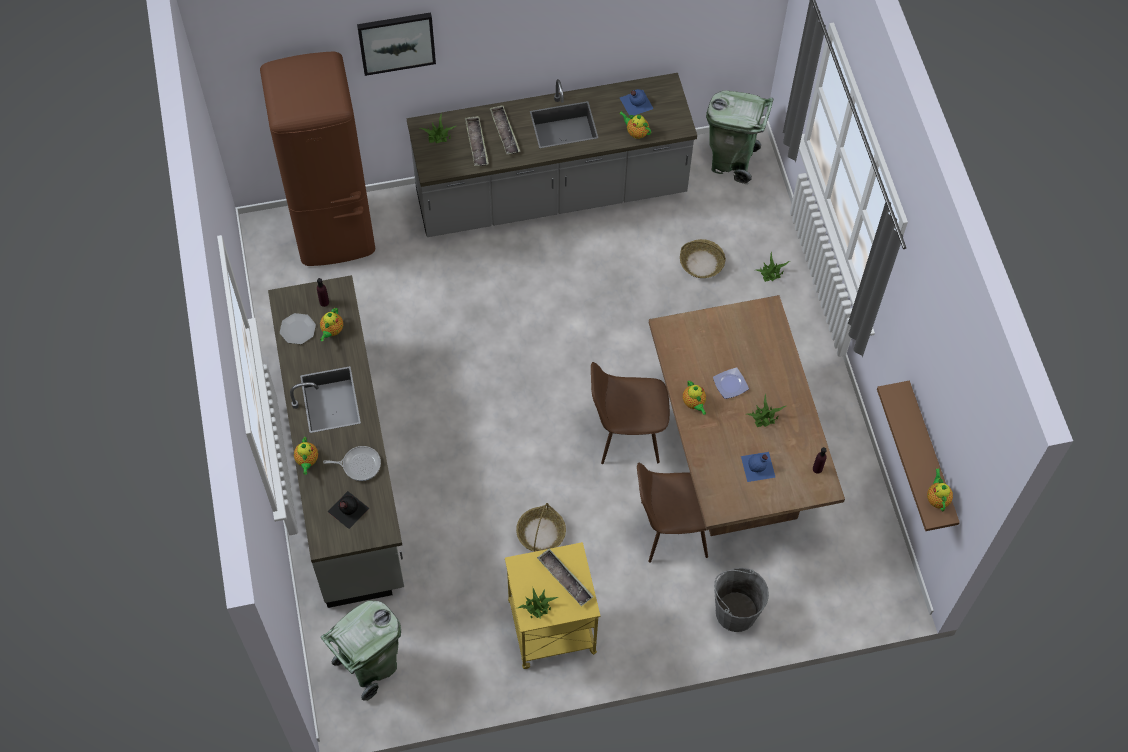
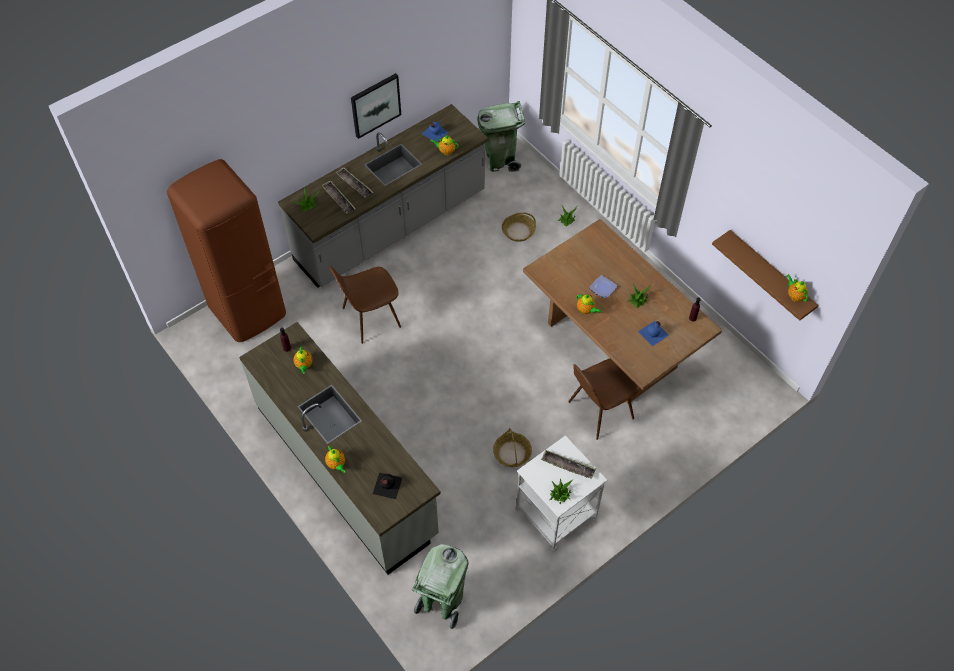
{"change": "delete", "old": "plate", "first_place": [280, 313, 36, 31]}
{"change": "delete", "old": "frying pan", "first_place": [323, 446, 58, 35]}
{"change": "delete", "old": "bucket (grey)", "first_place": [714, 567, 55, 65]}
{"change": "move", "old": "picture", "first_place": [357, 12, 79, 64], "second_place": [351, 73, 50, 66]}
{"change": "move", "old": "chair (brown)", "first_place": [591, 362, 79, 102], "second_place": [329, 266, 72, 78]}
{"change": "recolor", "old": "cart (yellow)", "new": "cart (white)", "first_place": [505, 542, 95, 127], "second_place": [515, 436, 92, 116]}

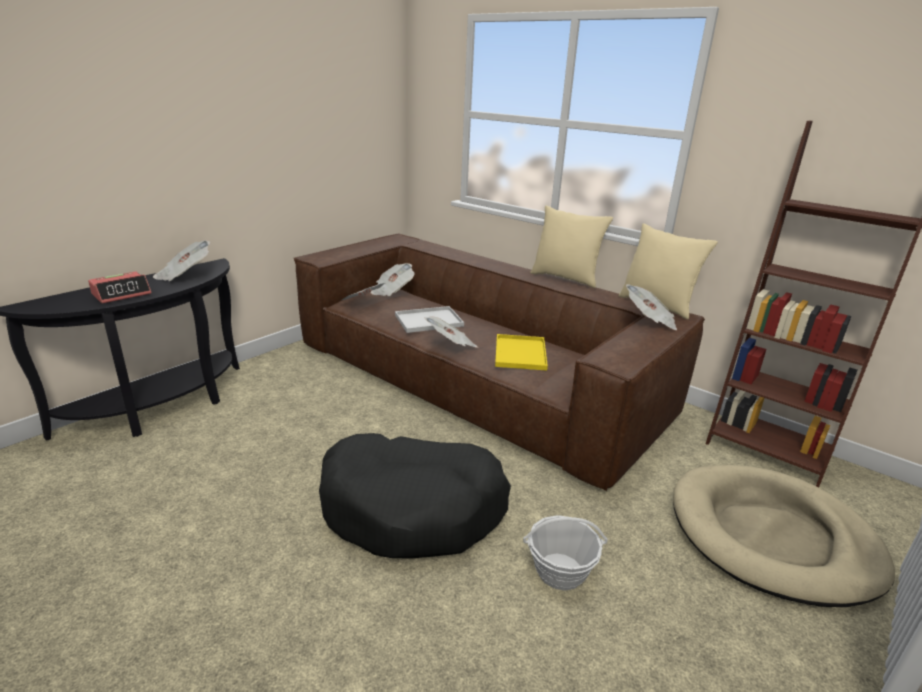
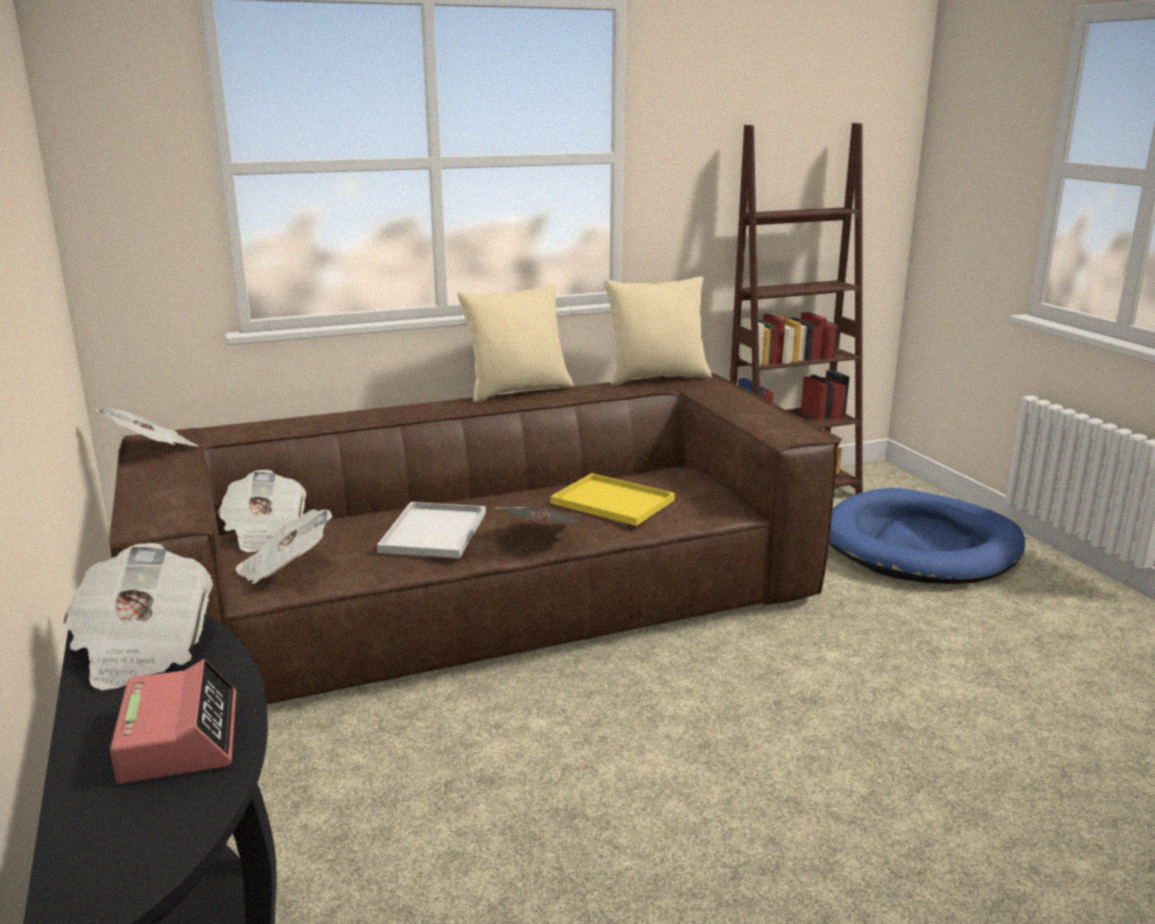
{"change": "delete", "old": "dog bed (black)", "first_place": [319, 433, 192, 126]}
{"change": "delete", "old": "basket", "first_place": [523, 515, 85, 76]}
{"change": "move", "old": "newspaper", "first_place": [626, 284, 51, 46], "second_place": [94, 409, 105, 37]}
{"change": "recolor", "old": "dog bed (beige)", "new": "dog bed (blue)", "first_place": [673, 465, 222, 142], "second_place": [829, 488, 196, 96]}

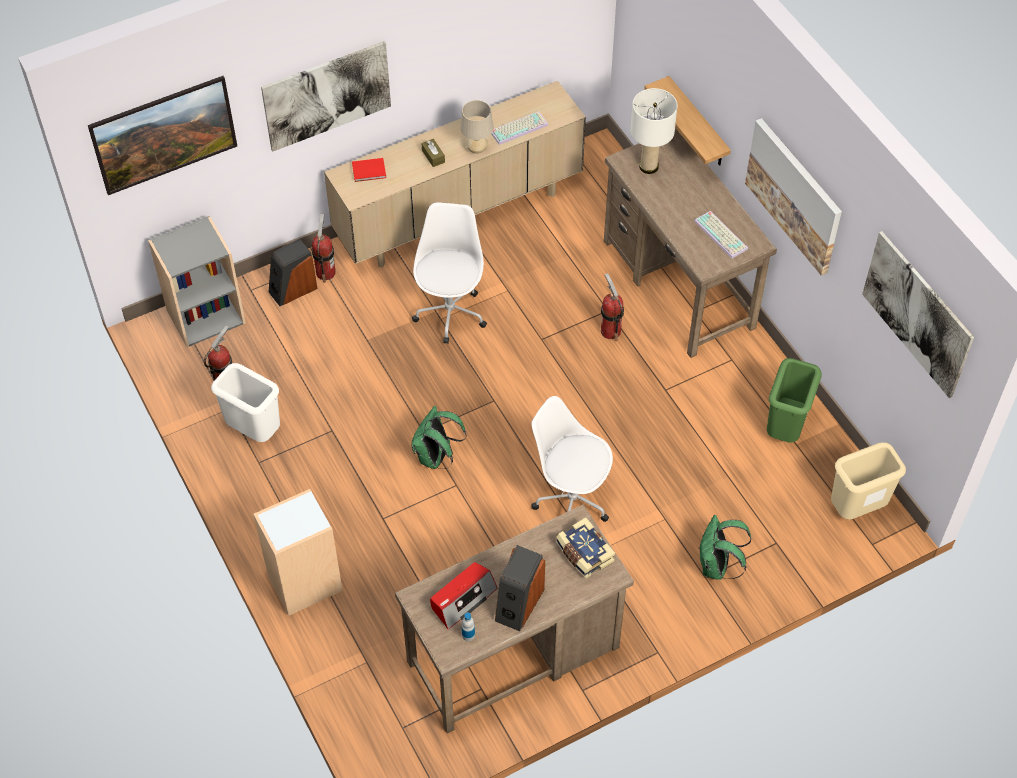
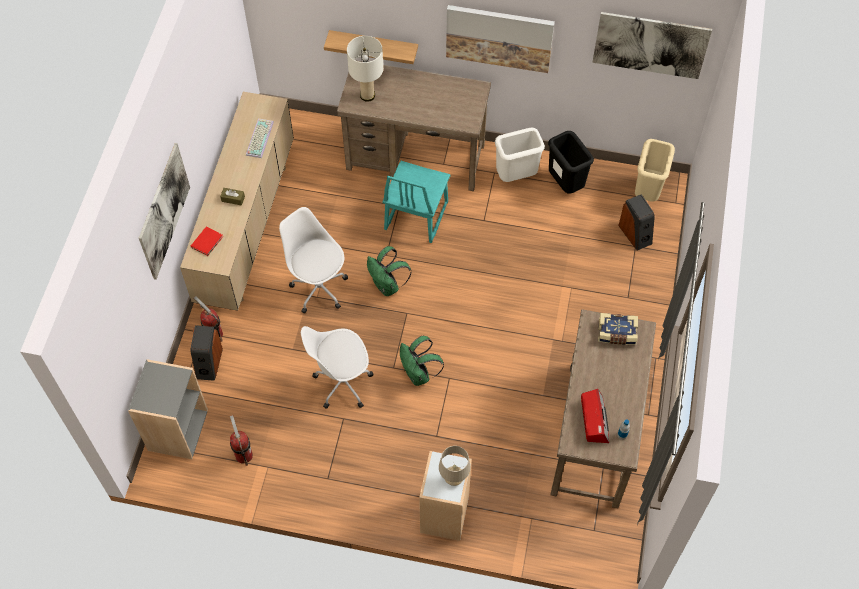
{"change": "delete", "old": "picture", "first_place": [88, 76, 149, 119]}
{"change": "delete", "old": "keyboard", "first_place": [694, 211, 54, 47]}
{"change": "move", "old": "trash can (white)", "first_place": [211, 363, 69, 79], "second_place": [495, 128, 50, 54]}
{"change": "move", "old": "table lamp (beige)", "first_place": [460, 100, 34, 54], "second_place": [439, 446, 31, 40]}
{"change": "move", "old": "speaker", "first_place": [495, 545, 50, 86], "second_place": [618, 194, 37, 57]}
{"change": "move", "old": "office chair (white)", "first_place": [531, 396, 82, 126], "second_place": [301, 326, 73, 83]}
{"change": "move", "old": "backpack (green)", "first_place": [699, 515, 53, 65], "second_place": [367, 246, 45, 50]}
{"change": "replace", "old": "fire extinguisher", "new": "chair (turquoise)", "first_place": [601, 273, 23, 68], "second_place": [382, 161, 68, 82]}
{"change": "recolor", "old": "trash can (green)", "new": "trash can (black)", "first_place": [767, 358, 55, 85], "second_place": [548, 131, 46, 63]}

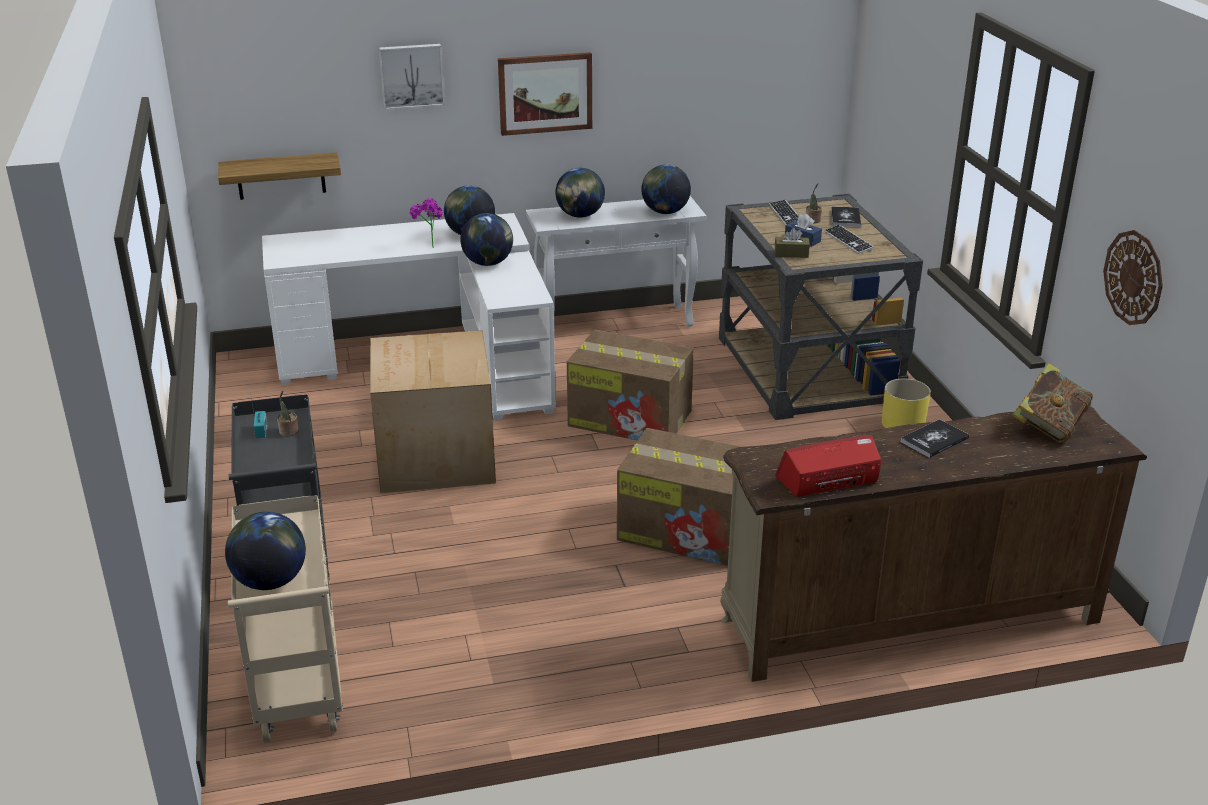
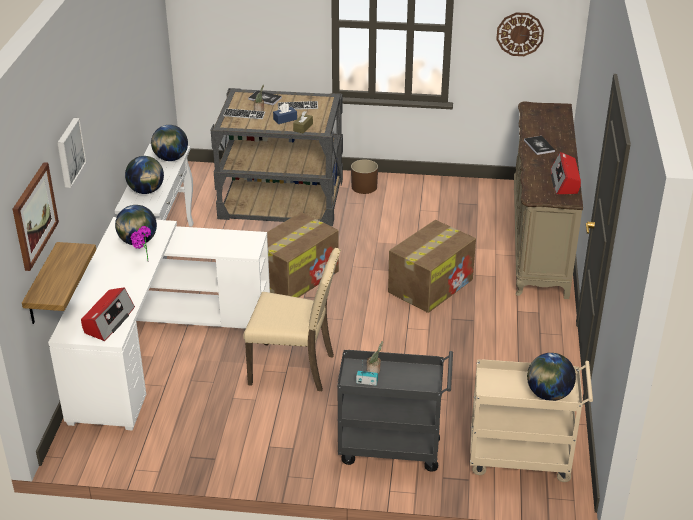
{"change": "delete", "old": "globe", "first_place": [460, 213, 53, 53]}
{"change": "delete", "old": "book", "first_place": [1012, 363, 81, 80]}
{"change": "insert", "new": "radio", "second_place": [81, 288, 54, 53]}
{"change": "move", "old": "picture", "first_place": [498, 52, 94, 84], "second_place": [13, 162, 46, 109]}
{"change": "replace", "old": "cardboard box", "new": "chair (beige)", "first_place": [370, 330, 126, 163], "second_place": [243, 248, 98, 143]}
{"change": "recolor", "old": "planter (yellow)", "new": "planter (brown)", "first_place": [882, 379, 49, 49], "second_place": [351, 160, 27, 34]}

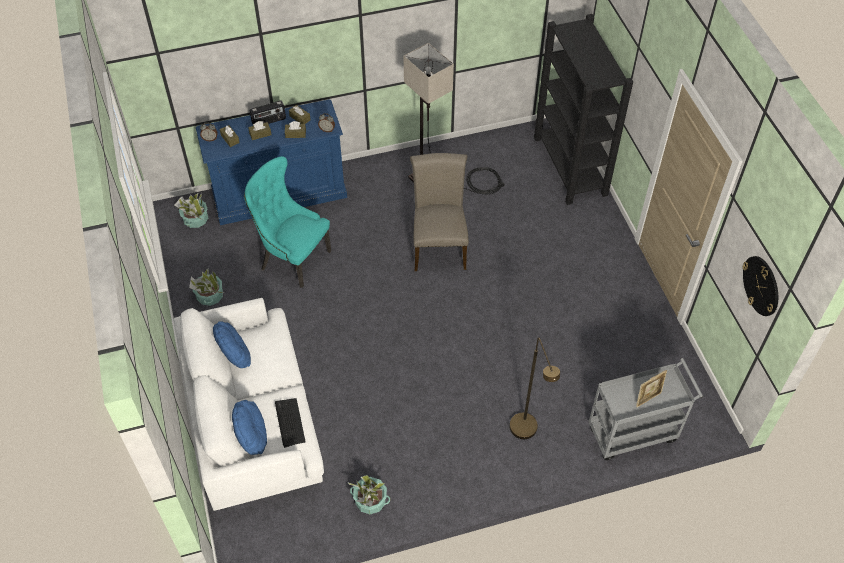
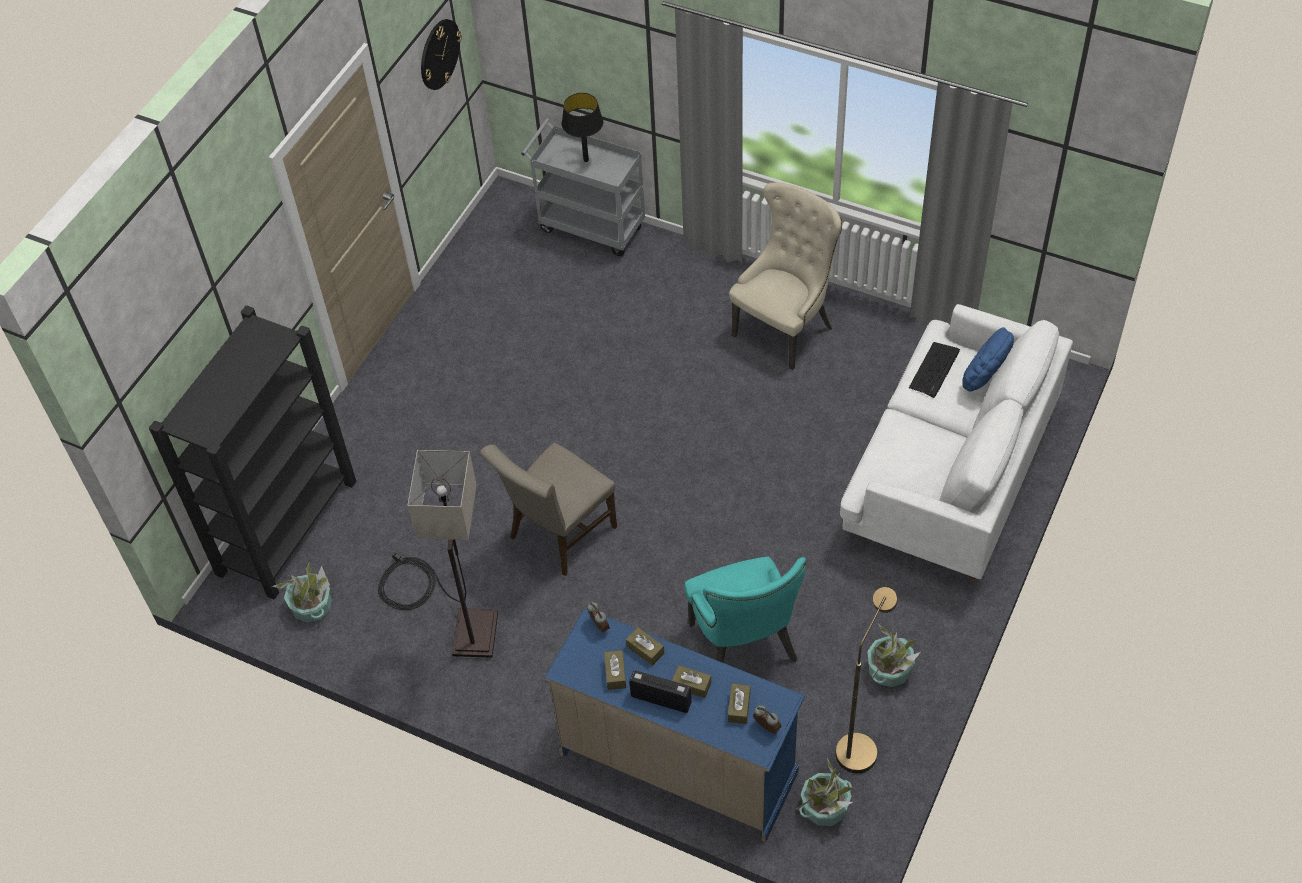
{"change": "delete", "old": "pillow (blue)", "first_place": [213, 321, 38, 47]}
{"change": "insert", "new": "chair (beige)", "second_place": [729, 183, 113, 187]}
{"change": "move", "old": "potted plant", "first_place": [347, 475, 43, 39], "second_place": [271, 562, 61, 61]}
{"change": "move", "old": "floor lamp (brown)", "first_place": [509, 337, 51, 102], "second_place": [835, 587, 62, 186]}
{"change": "replace", "old": "picture frame", "new": "table lamp (black)", "first_place": [636, 370, 31, 37], "second_place": [562, 93, 41, 69]}

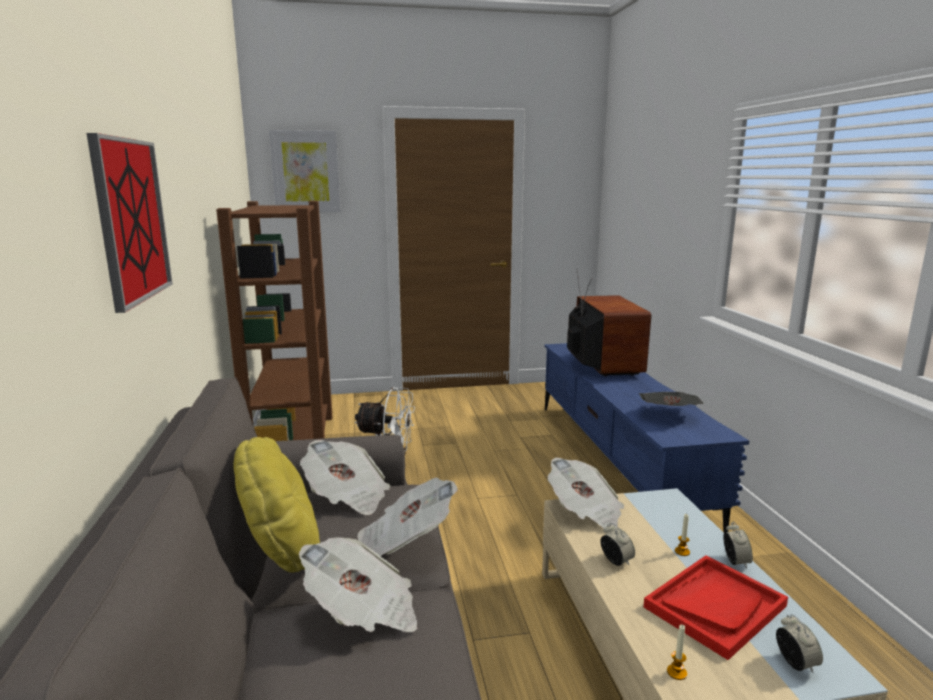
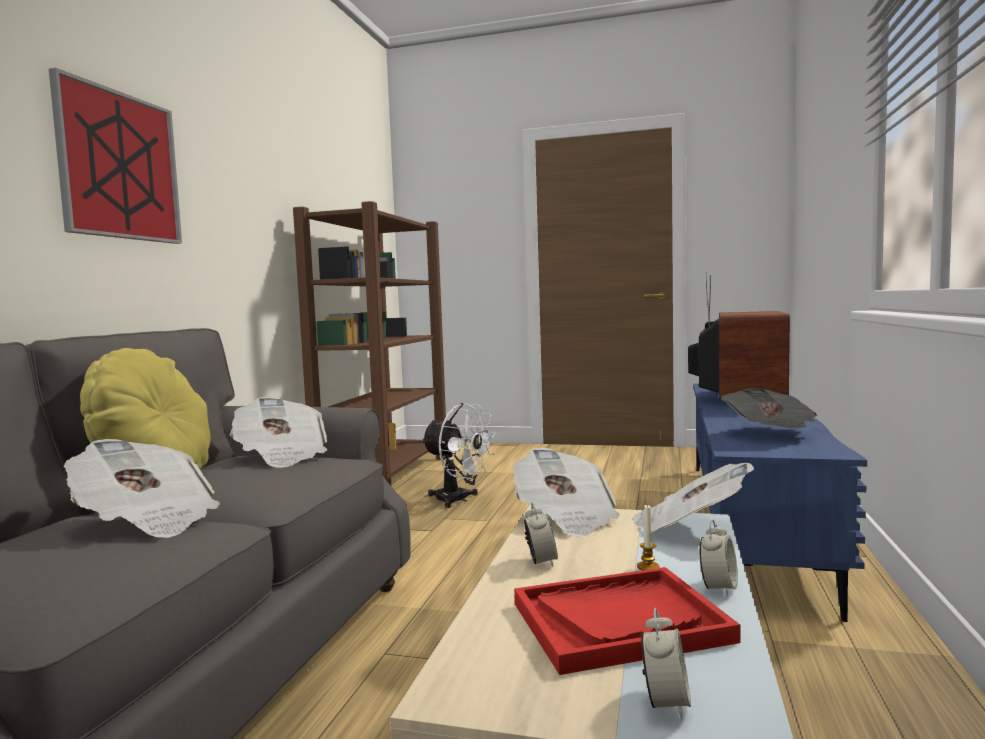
{"change": "delete", "old": "picture", "first_place": [269, 130, 72, 82]}
{"change": "delete", "old": "candle", "first_place": [667, 625, 20, 55]}
{"change": "move", "old": "newspaper", "first_place": [357, 477, 101, 79], "second_place": [632, 463, 122, 70]}

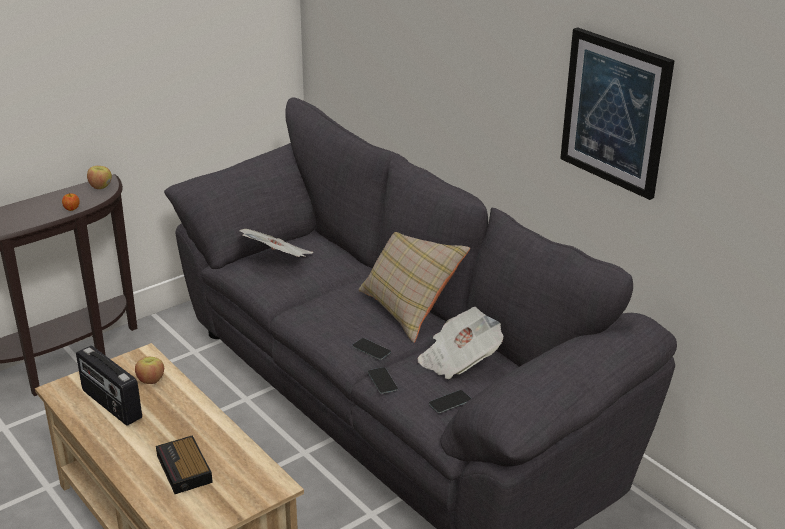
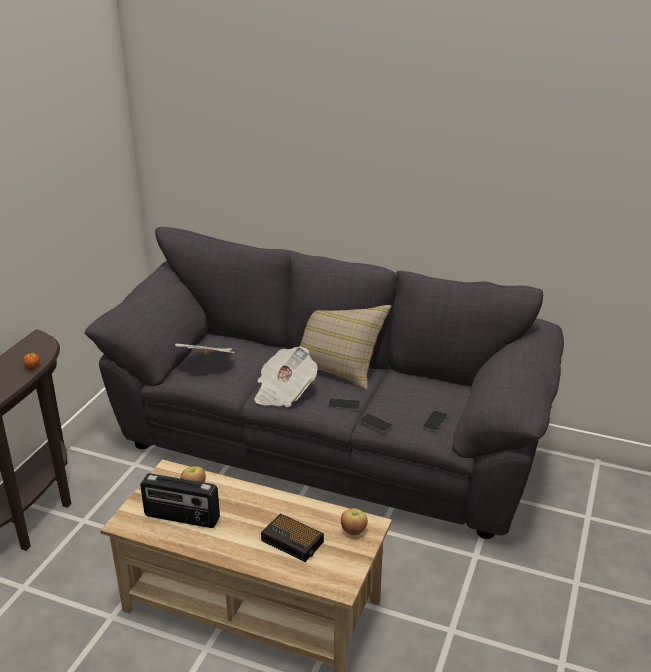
{"change": "delete", "old": "picture", "first_place": [560, 27, 115, 173]}
{"change": "move", "old": "apple", "first_place": [87, 166, 25, 23], "second_place": [341, 508, 27, 28]}
{"change": "move", "old": "newspaper", "first_place": [418, 307, 86, 72], "second_place": [254, 347, 64, 60]}

